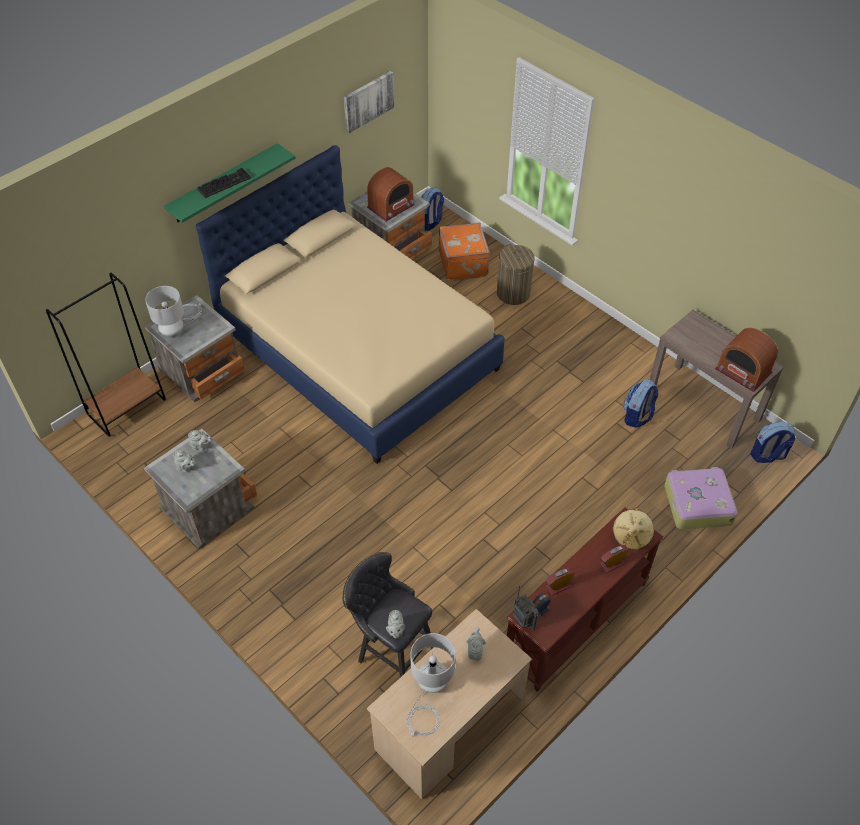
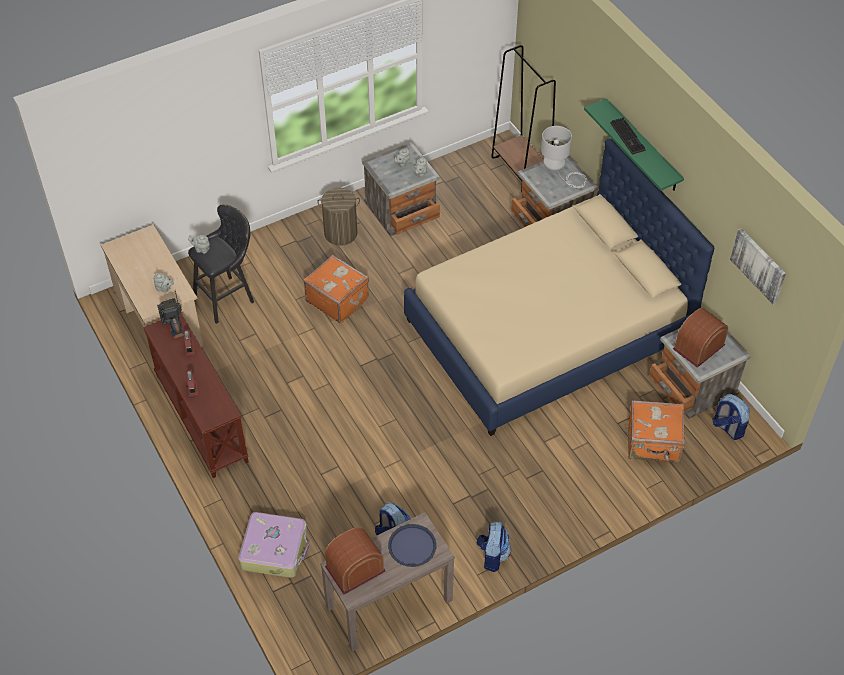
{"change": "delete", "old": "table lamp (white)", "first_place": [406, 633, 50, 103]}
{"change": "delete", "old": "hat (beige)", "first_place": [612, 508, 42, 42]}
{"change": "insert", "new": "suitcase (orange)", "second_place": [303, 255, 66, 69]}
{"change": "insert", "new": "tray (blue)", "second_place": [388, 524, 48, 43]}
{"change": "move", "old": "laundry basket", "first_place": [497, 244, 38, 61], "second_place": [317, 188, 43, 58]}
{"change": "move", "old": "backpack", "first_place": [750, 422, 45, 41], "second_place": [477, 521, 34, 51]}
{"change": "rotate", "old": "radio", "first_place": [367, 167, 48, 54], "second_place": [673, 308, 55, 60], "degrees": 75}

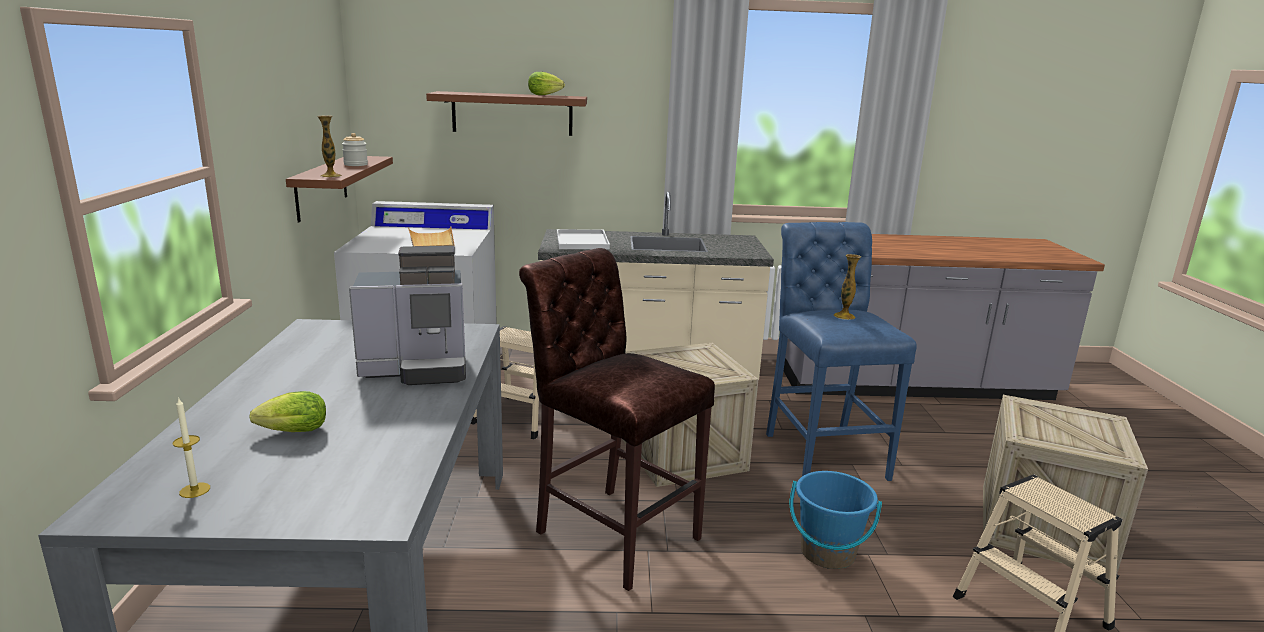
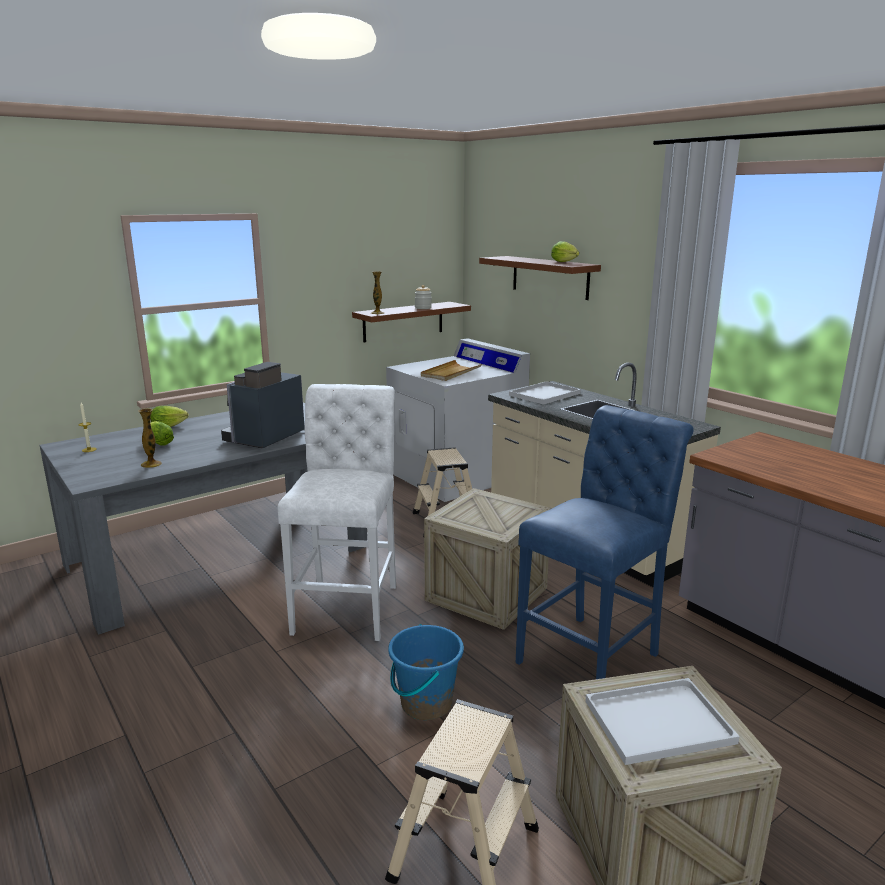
{"change": "insert", "new": "lettuce", "second_place": [150, 406, 39, 21]}
{"change": "insert", "new": "tray (white)", "second_place": [585, 678, 155, 87]}
{"change": "move", "old": "vase", "first_place": [834, 254, 27, 66], "second_place": [138, 408, 24, 60]}
{"change": "recolor", "old": "stool (brown)", "new": "stool (white)", "first_place": [519, 248, 196, 343], "second_place": [278, 384, 118, 257]}
{"change": "rotate", "old": "coffee machine", "first_place": [349, 246, 117, 139], "second_place": [221, 362, 84, 87], "degrees": 75}

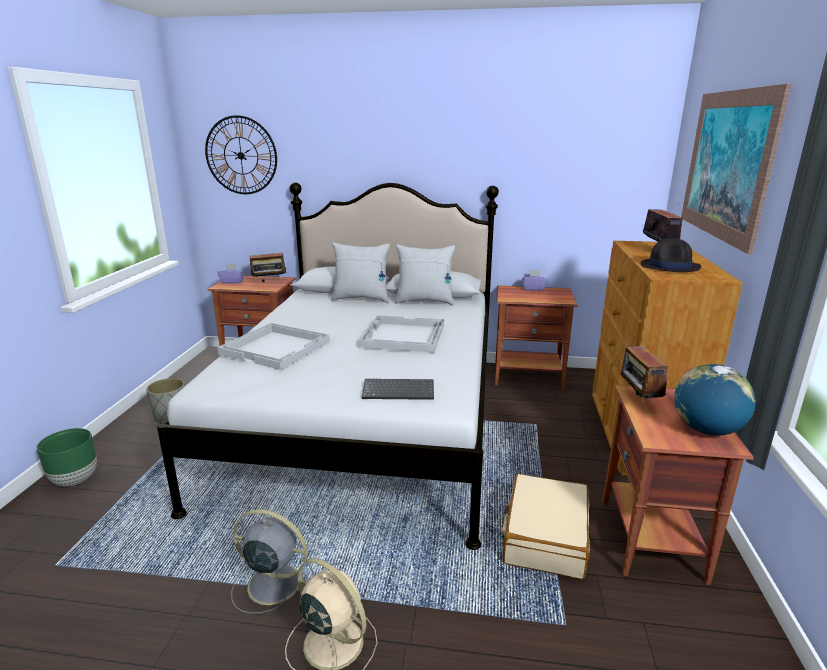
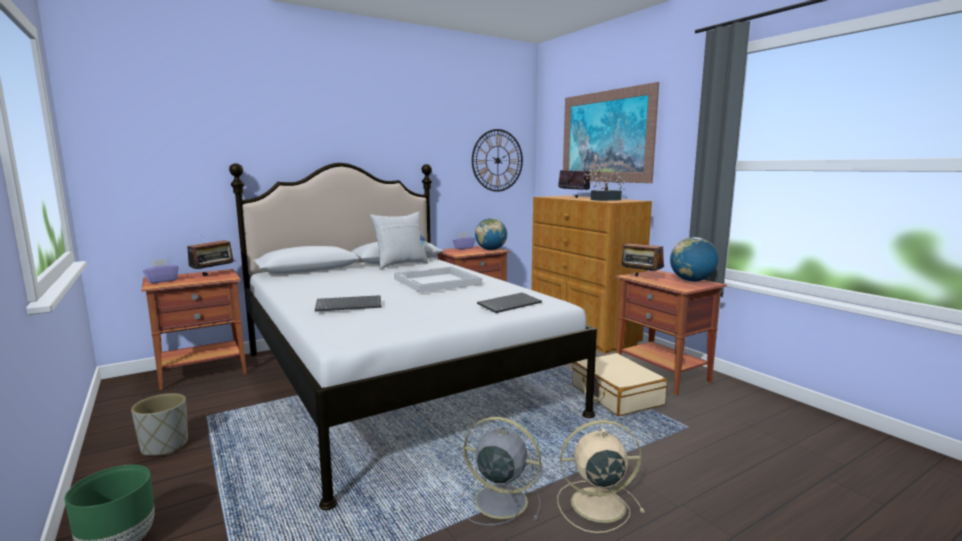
{"change": "delete", "old": "pillow (grey)", "first_place": [331, 242, 59, 61]}
{"change": "insert", "new": "globe", "second_place": [475, 218, 32, 32]}
{"change": "move", "old": "wall clock", "first_place": [205, 115, 72, 79], "second_place": [472, 129, 51, 63]}
{"change": "replace", "old": "tray (white)", "new": "keyboard", "first_place": [218, 323, 112, 47], "second_place": [315, 295, 67, 17]}
{"change": "replace", "old": "hat (black)", "new": "potted plant", "first_place": [641, 239, 60, 33], "second_place": [584, 164, 41, 37]}
{"change": "rotate", "old": "fan (grey)", "first_place": [231, 509, 83, 105], "second_place": [460, 417, 81, 108], "degrees": 45}

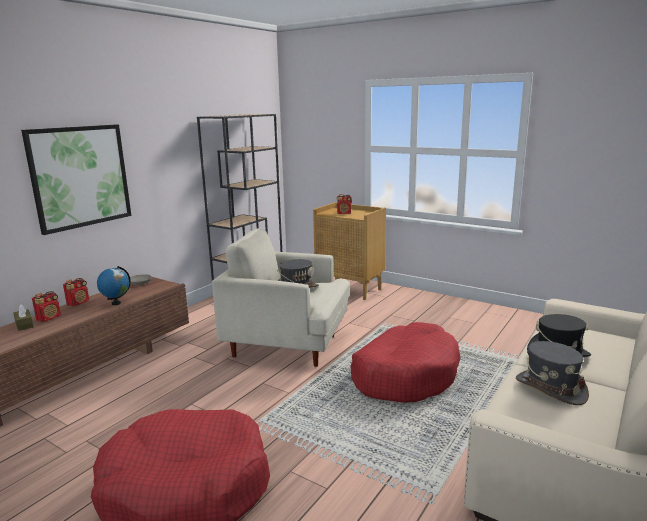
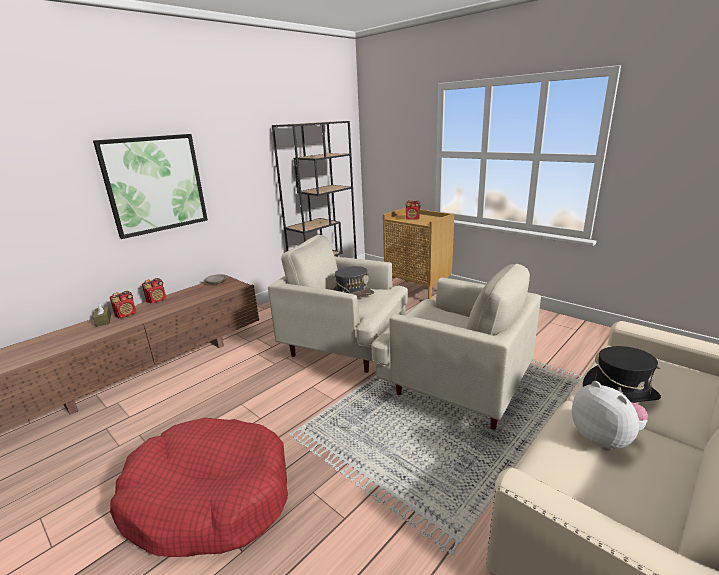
{"change": "delete", "old": "globe", "first_place": [97, 266, 34, 39]}
{"change": "replace", "old": "dog bed (red)", "new": "armchair (beige)", "first_place": [351, 322, 110, 81], "second_place": [372, 264, 169, 166]}
{"change": "replace", "old": "hat (grey)", "new": "plush toy", "first_place": [516, 341, 73, 64], "second_place": [572, 381, 77, 70]}

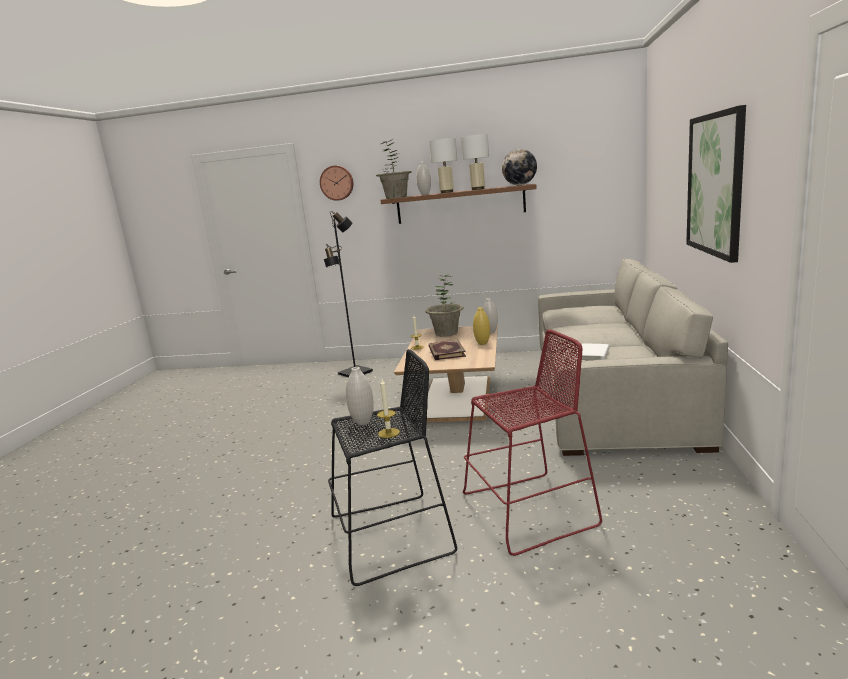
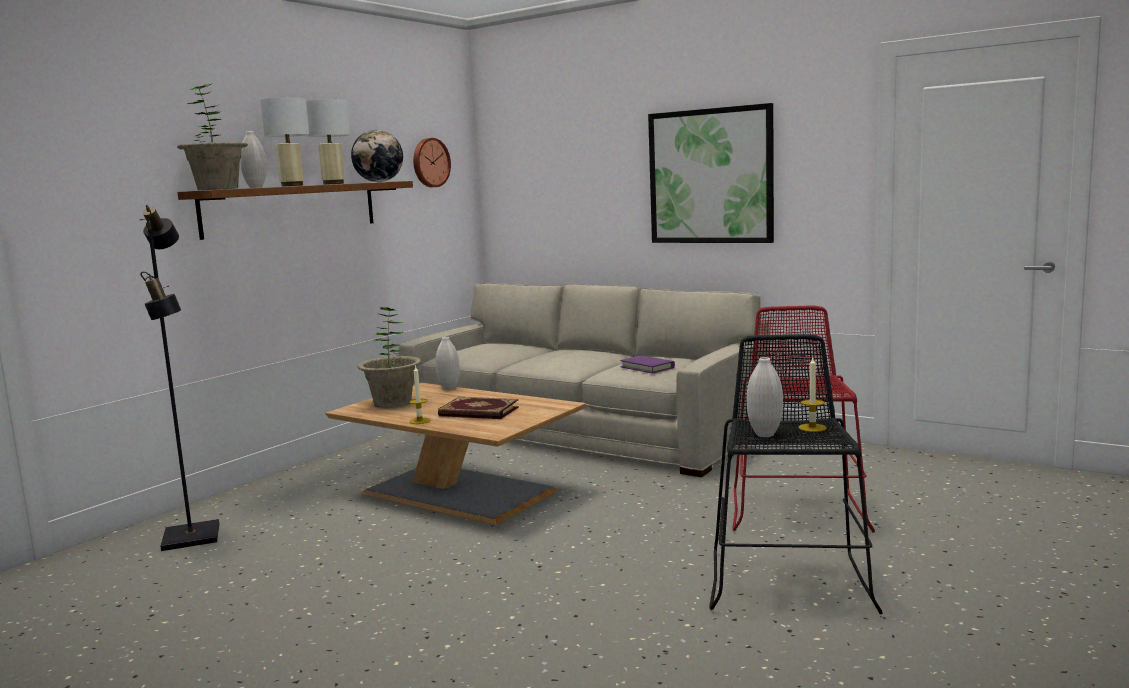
{"change": "delete", "old": "vase (yellow)", "first_place": [473, 307, 17, 38]}
{"change": "move", "old": "wall clock", "first_place": [320, 165, 34, 36], "second_place": [413, 138, 38, 49]}
{"change": "recolor", "old": "book (white)", "new": "book (purple)", "first_place": [577, 343, 32, 18], "second_place": [620, 355, 55, 19]}

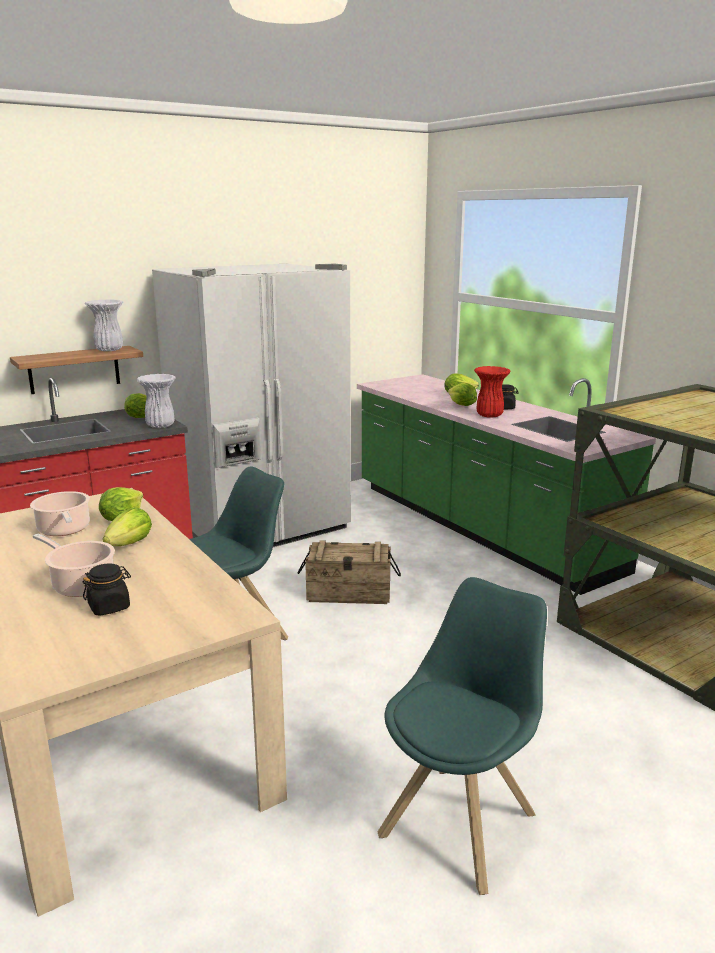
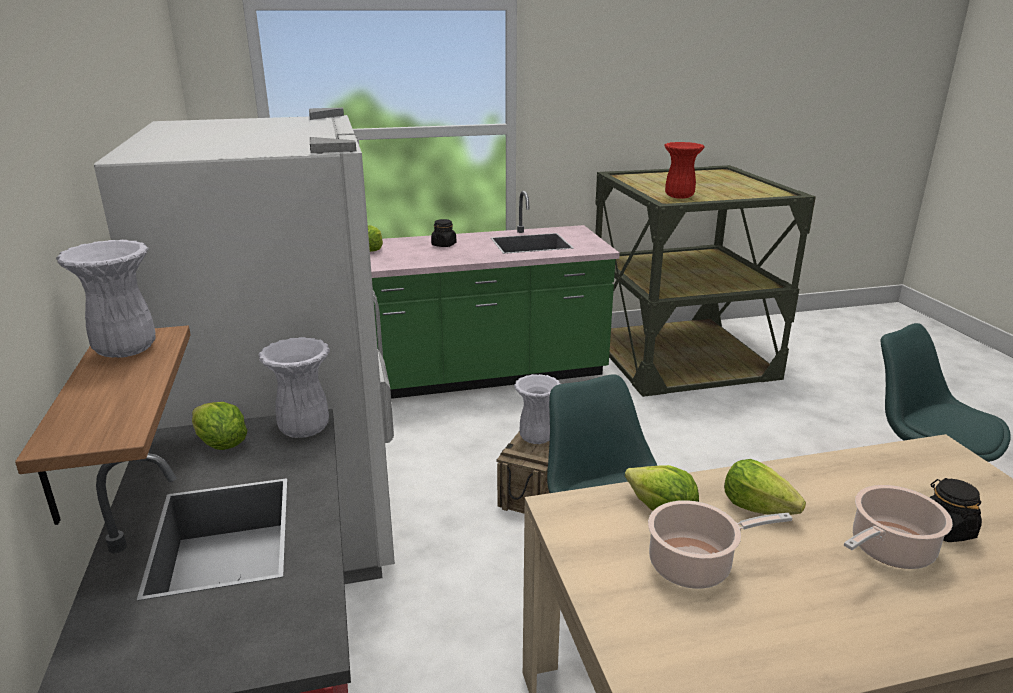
{"change": "delete", "old": "lettuce", "first_place": [448, 383, 29, 23]}
{"change": "insert", "new": "vase (white)", "second_place": [514, 374, 46, 70]}
{"change": "move", "old": "vase (red)", "first_place": [474, 366, 37, 52], "second_place": [664, 142, 41, 57]}

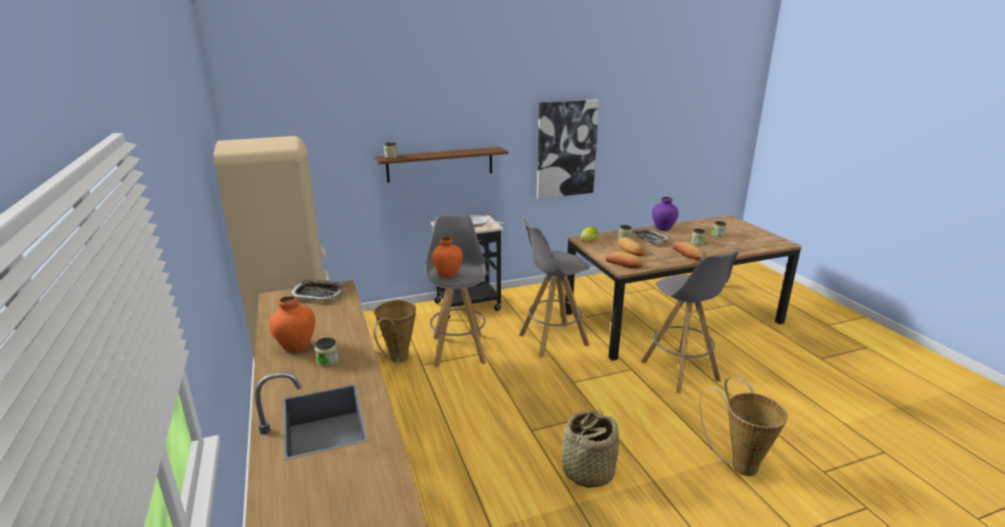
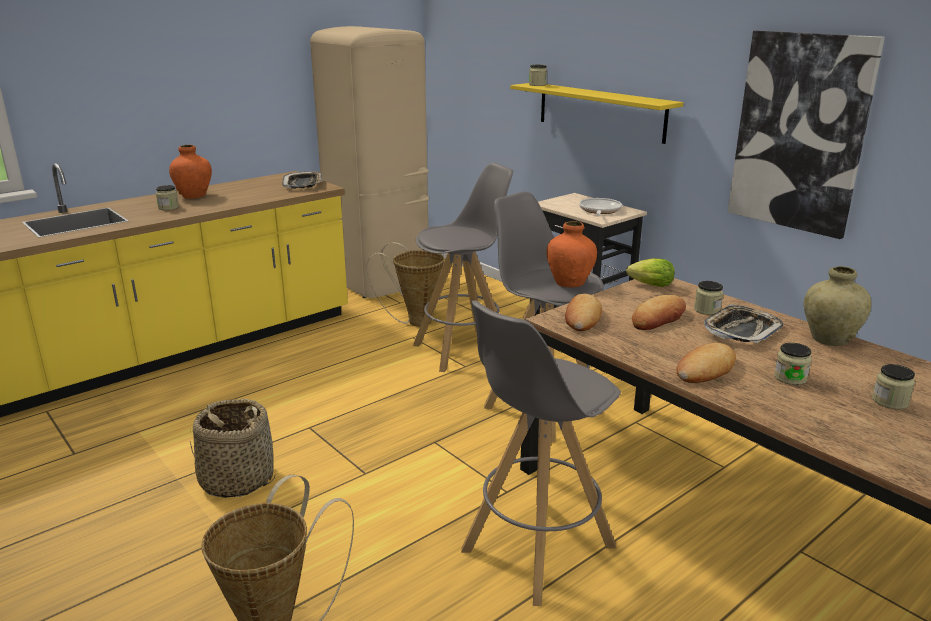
{"change": "move", "old": "vase (orange)", "first_place": [432, 237, 31, 41], "second_place": [546, 221, 51, 66]}
{"change": "recolor", "old": "shelf (brown)", "new": "shelf (yellow)", "first_place": [375, 147, 133, 36], "second_place": [510, 83, 174, 61]}
{"change": "recolor", "old": "vase (purple)", "new": "vase (beige)", "first_place": [652, 197, 26, 34], "second_place": [804, 266, 68, 80]}

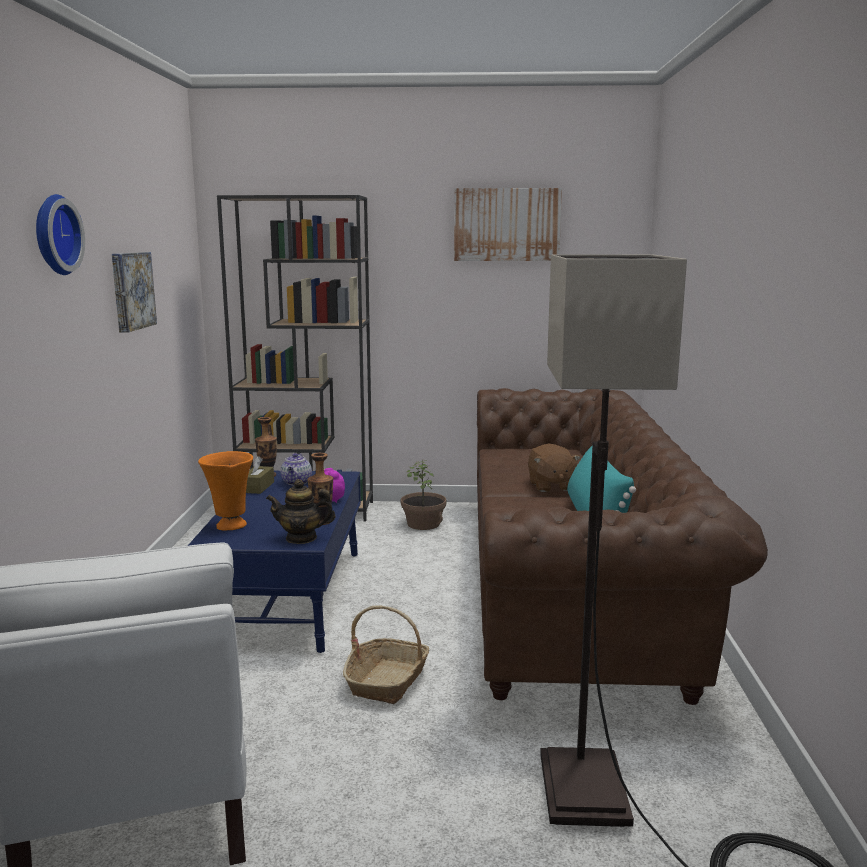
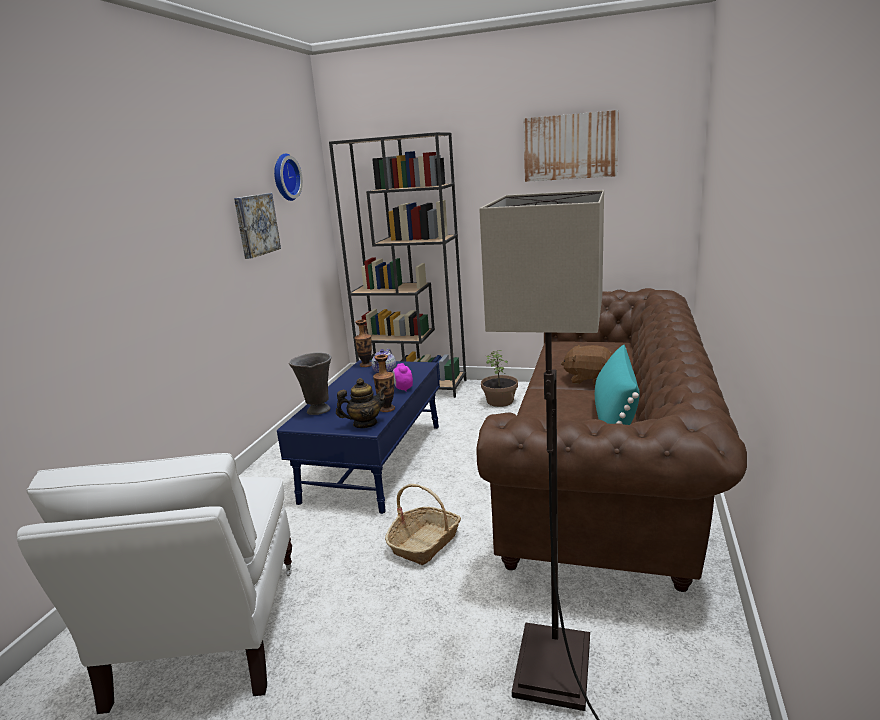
{"change": "delete", "old": "tissue box (brown)", "first_place": [246, 456, 28, 38]}
{"change": "move", "old": "wall clock", "first_place": [36, 194, 49, 81], "second_place": [274, 153, 29, 48]}
{"change": "recolor", "old": "vase (orange)", "new": "vase (grey)", "first_place": [198, 451, 55, 80], "second_place": [289, 352, 42, 63]}
{"change": "rotate", "old": "teapot", "first_place": [266, 479, 70, 65], "second_place": [336, 378, 52, 50], "degrees": 150}
{"change": "rotate", "old": "plush toy (brown)", "first_place": [528, 444, 53, 48], "second_place": [561, 345, 51, 40], "degrees": 105}

